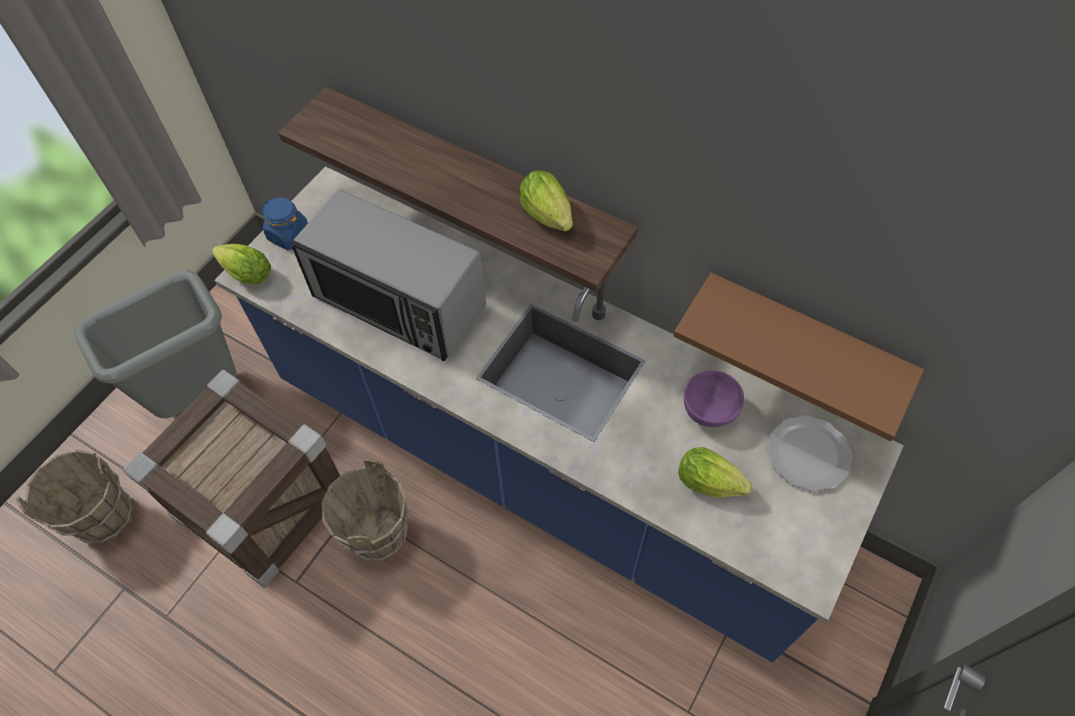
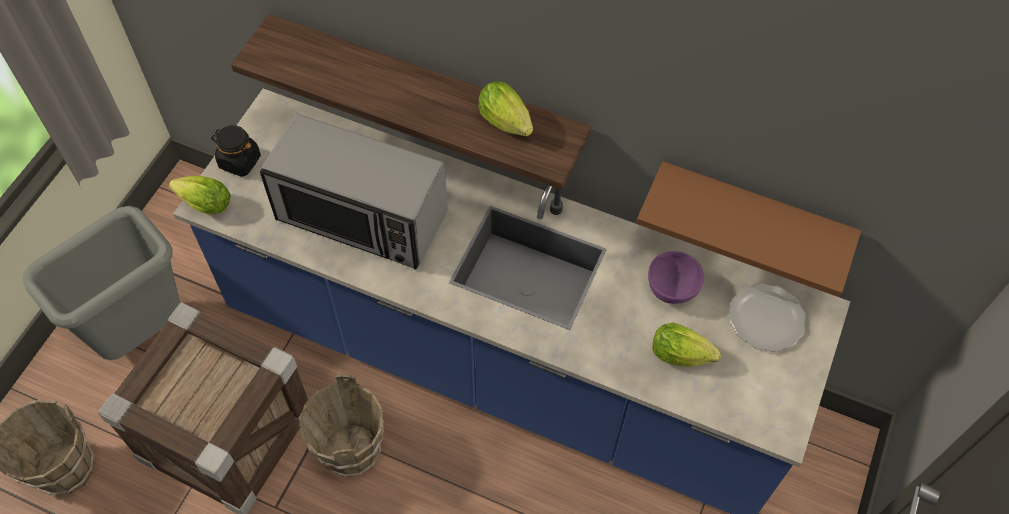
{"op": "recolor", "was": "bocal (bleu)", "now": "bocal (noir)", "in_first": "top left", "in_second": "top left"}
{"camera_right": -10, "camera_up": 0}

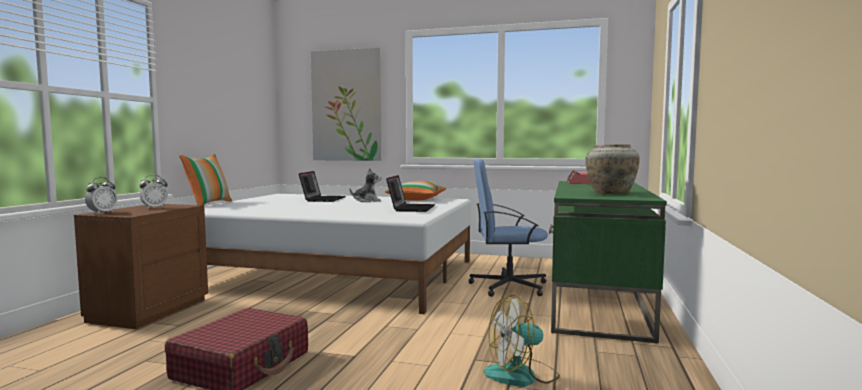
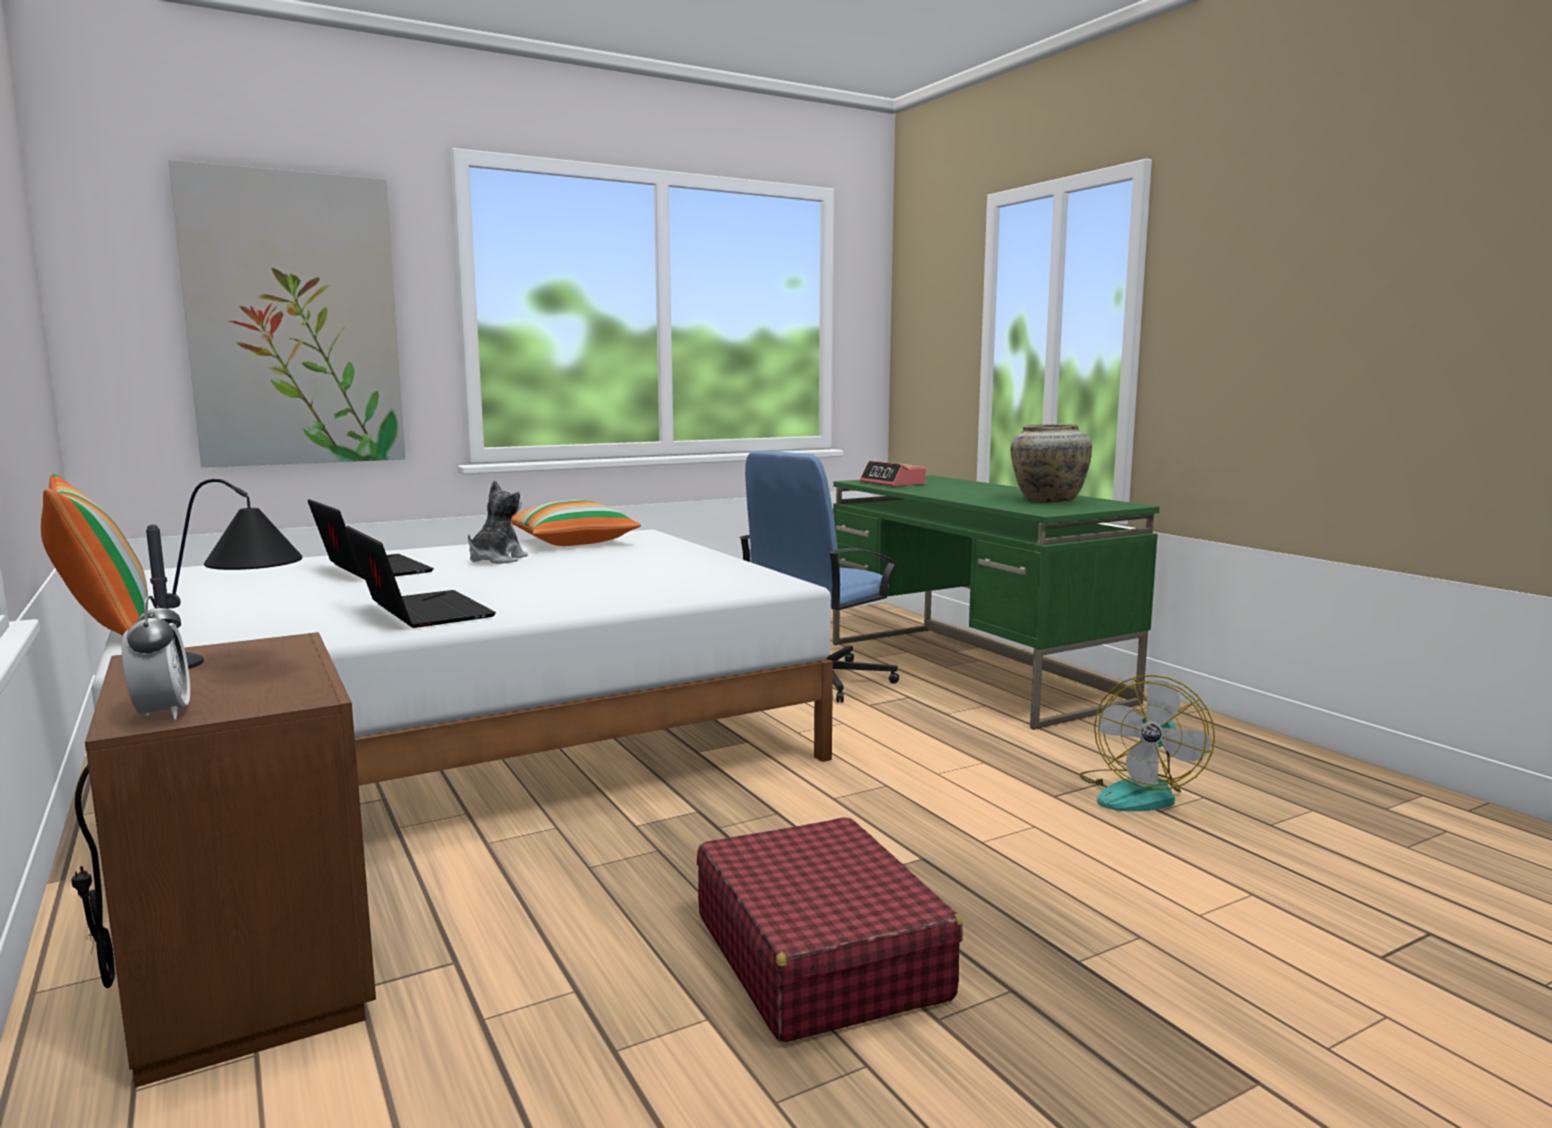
{"op": "replace", "was": "réveil (2nd from left)", "now": "lampe de table", "in_first": "middle left", "in_second": "middle left"}
{"op": "move", "was": "ordinateur portable (2nd from left)", "in_first": "centre", "in_second": "middle left"}
{"camera_right": -45, "camera_up": 5}

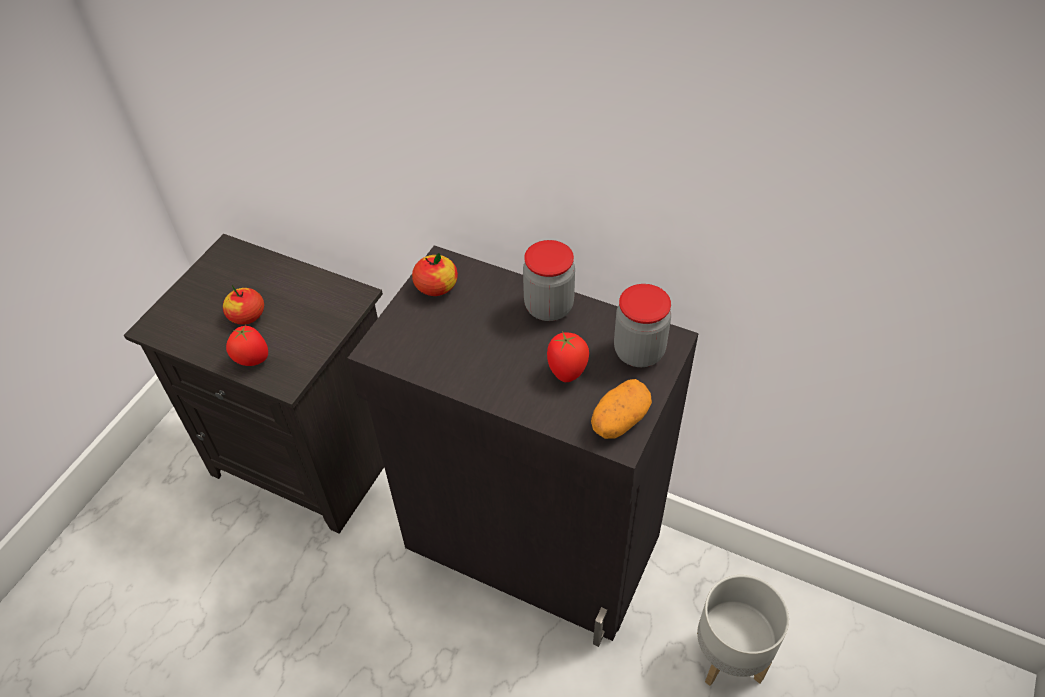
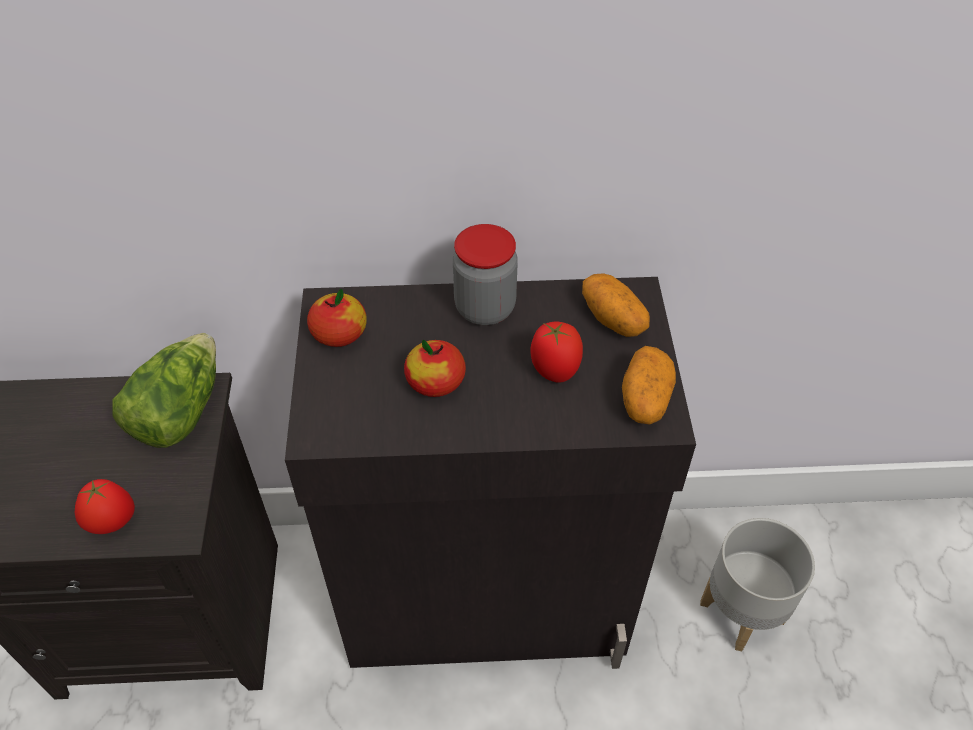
{"op": "replace", "was": "bocal (2nd from left)", "now": "pomme de terre (1st from left)", "in_first": "centre", "in_second": "centre"}
{"op": "move", "was": "pomme (1st from left in the first image)", "now": "pomme (2nd from left)", "in_first": "middle left", "in_second": "centre"}
{"op": "insert", "now": "laitue", "in_second": "middle left"}
{"camera_right": -30, "camera_up": 0}

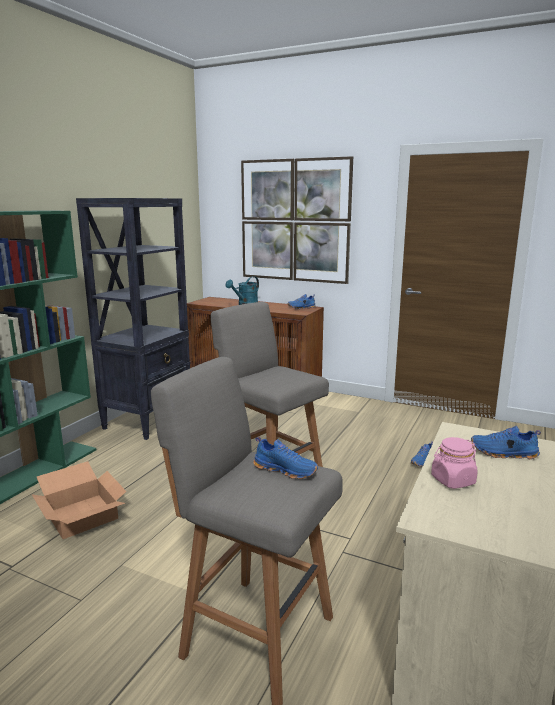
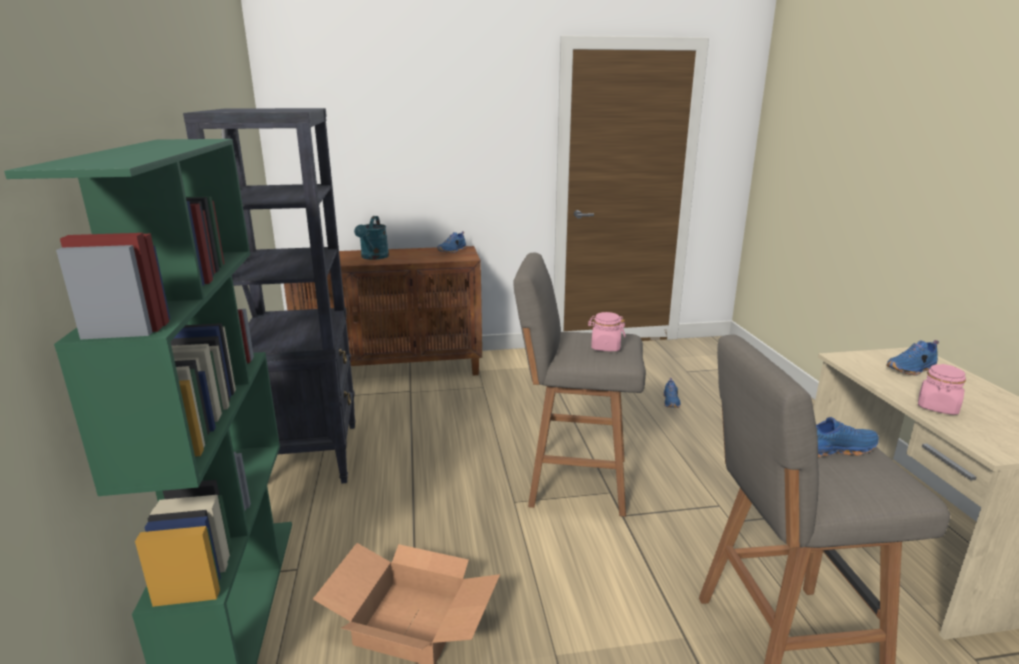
{"op": "delete", "was": "tableau", "in_first": "top centre"}
{"op": "insert", "now": "bocal (rose) (1st from left)", "in_second": "centre"}
{"camera_right": -35, "camera_up": 5}

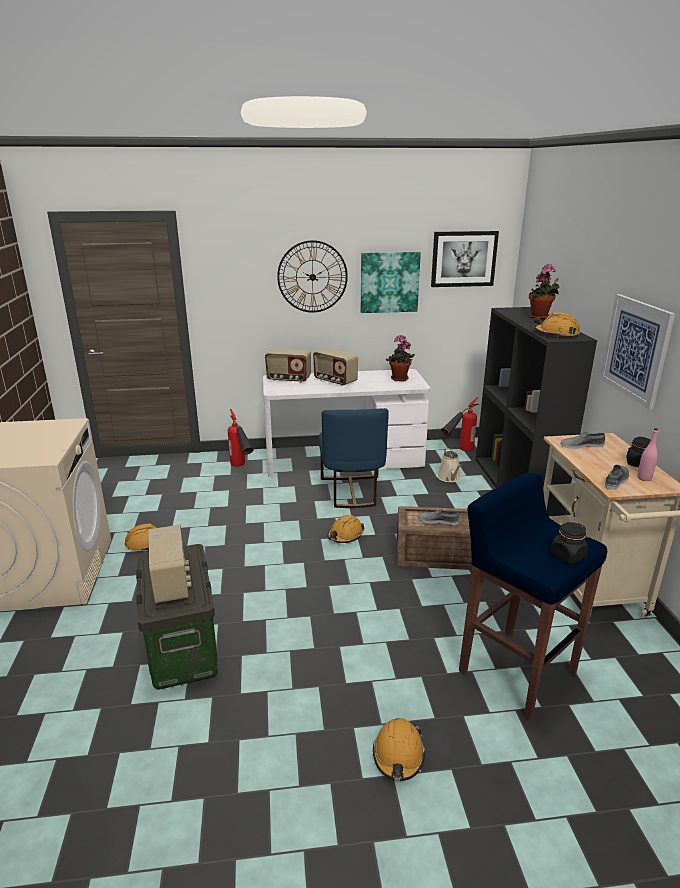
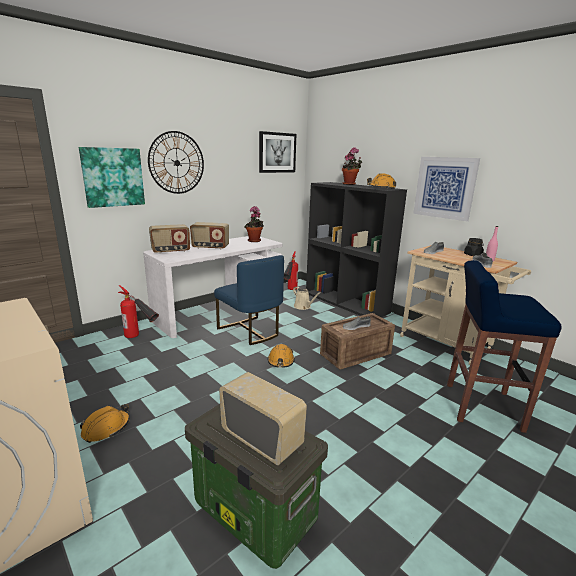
{"op": "move", "was": "tableau (1st from left)", "in_first": "top centre", "in_second": "top left"}
{"op": "delete", "was": "bocal (noir) (1st from left)", "in_first": "middle right"}
{"op": "delete", "was": "casque de chantier (orange) (3rd from left)", "in_first": "bottom centre"}
{"camera_right": -35, "camera_up": -5}

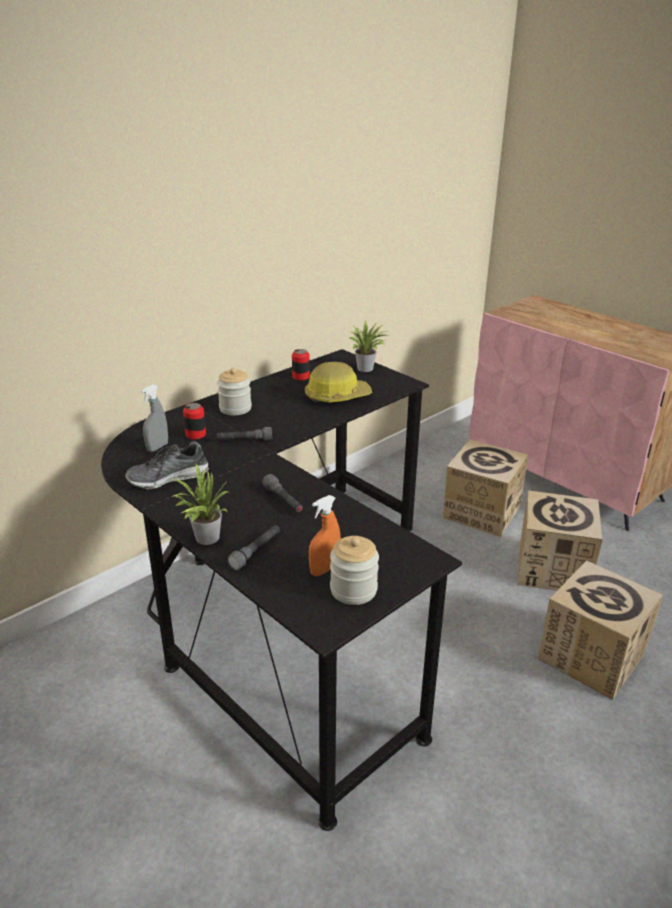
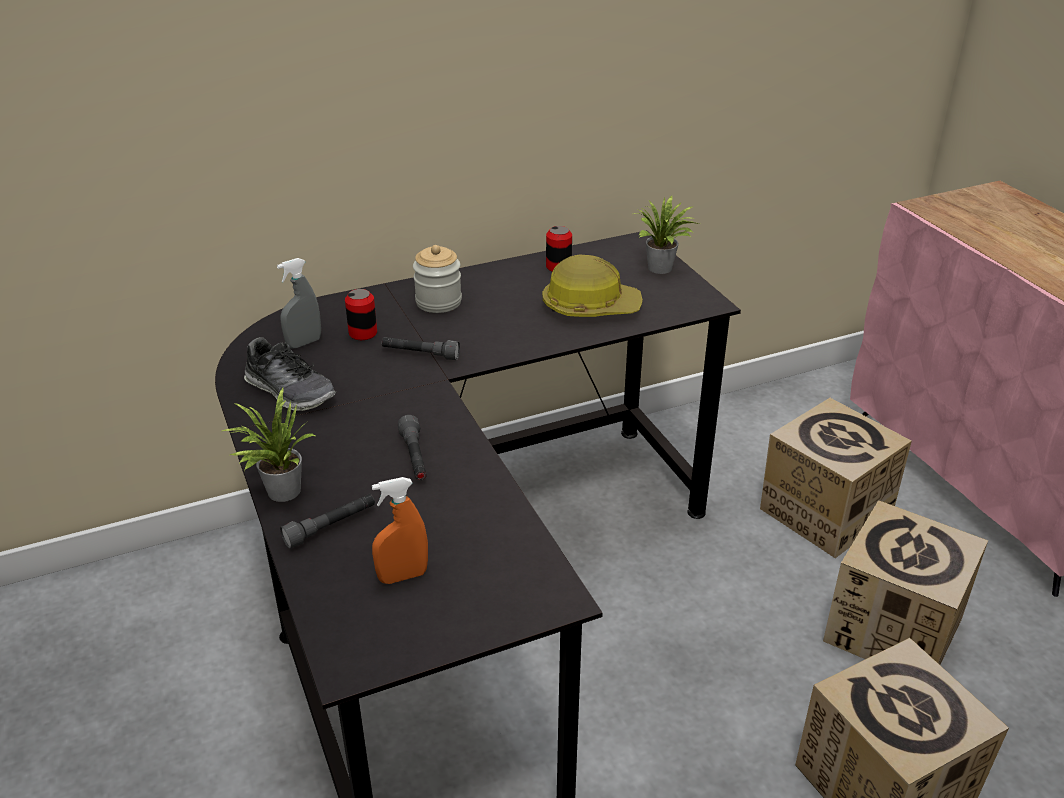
{"op": "rotate", "was": "chaussure", "in_first": "middle left", "in_second": "middle left", "clockwise": -135}
{"op": "delete", "was": "bocal (2nd from left)", "in_first": "centre"}
{"camera_right": 20, "camera_up": 5}

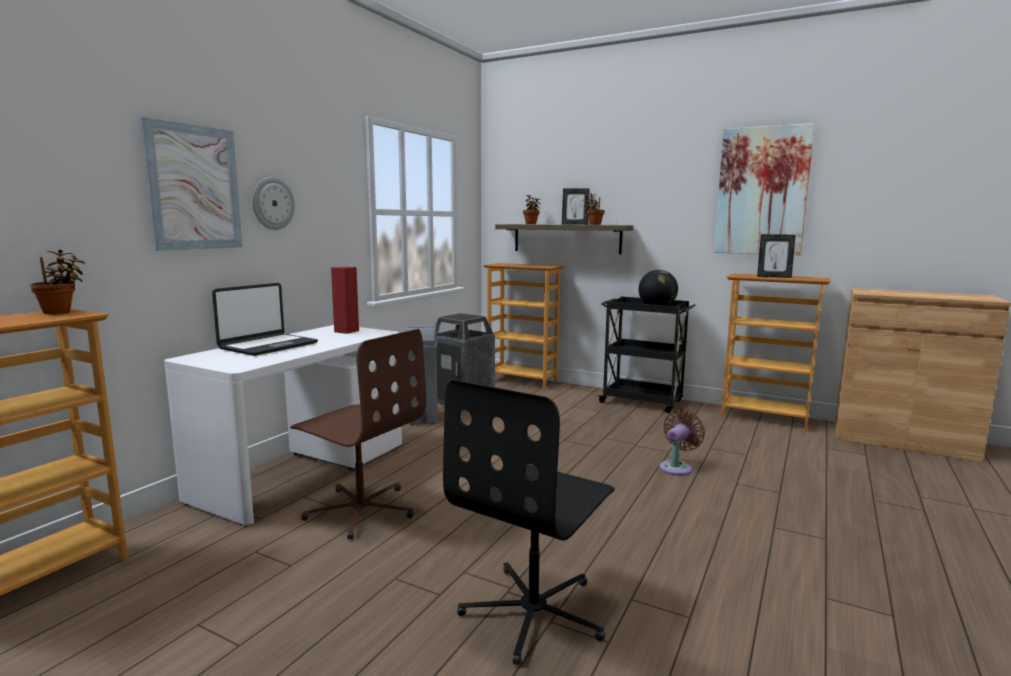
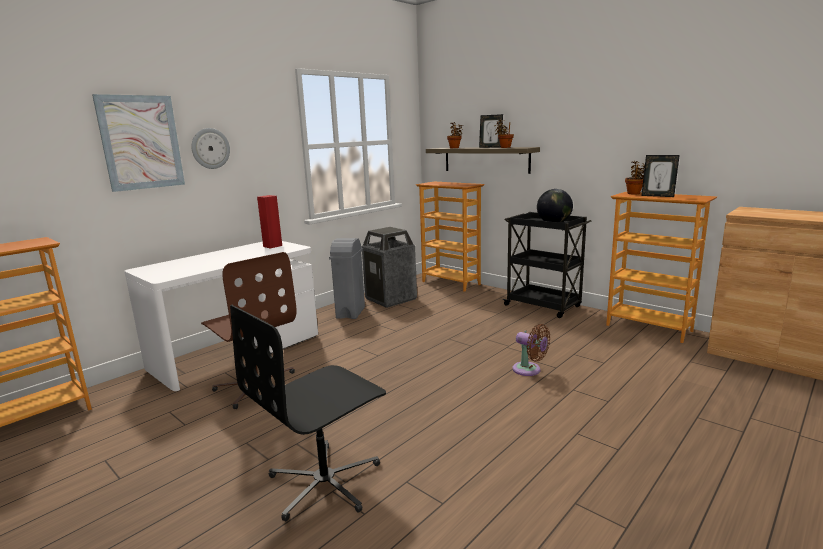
{"op": "delete", "was": "tableau (2nd from left)", "in_first": "top right"}
{"op": "move", "was": "plante en pot (1st from left in the first image)", "now": "plante en pot (3rd from left)", "in_first": "middle left", "in_second": "top right"}
{"op": "delete", "was": "ordinateur portable", "in_first": "middle left"}
{"op": "rotate", "was": "ventilateur (marron)", "in_first": "middle right", "in_second": "centre", "clockwise": 75}
{"camera_right": 15, "camera_up": 5}

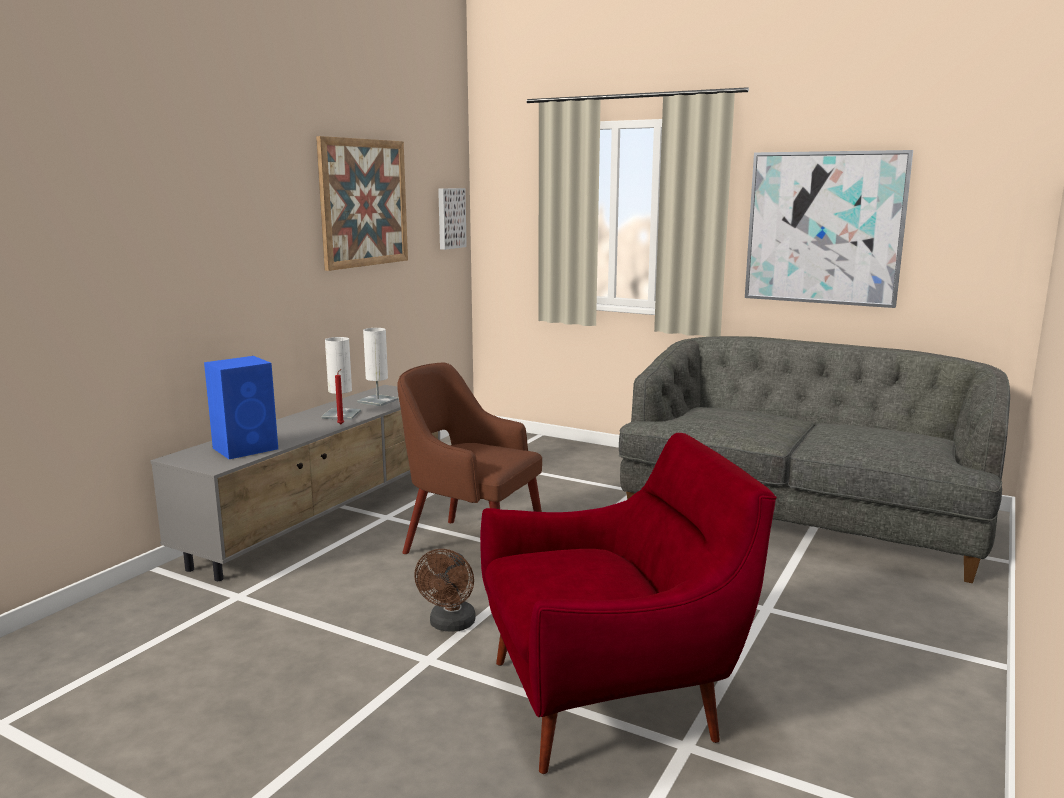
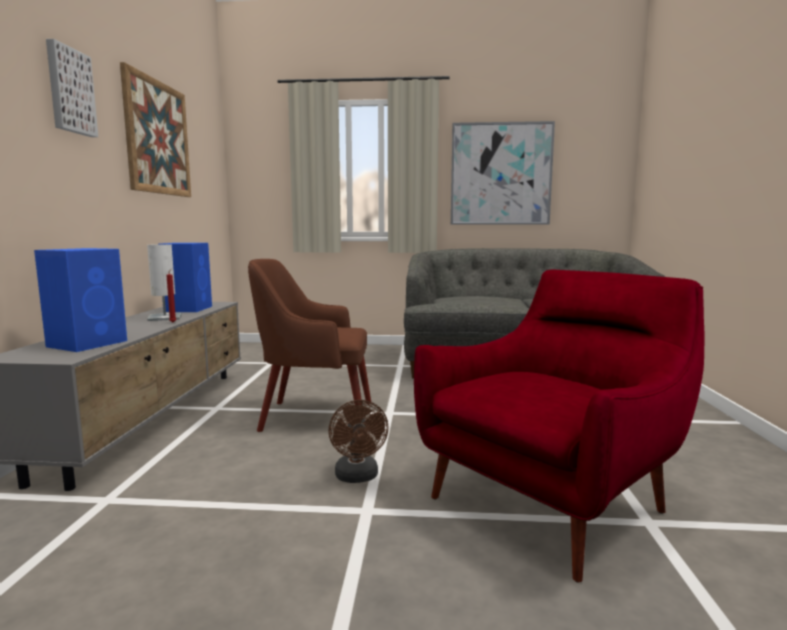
{"op": "move", "was": "tableau (2nd from left in the first image)", "now": "tableau (1st from left)", "in_first": "top centre", "in_second": "top left"}
{"op": "replace", "was": "lampe de table (blanc) (2nd from left)", "now": "enceinte (bleu) (2nd from left)", "in_first": "centre", "in_second": "middle left"}
{"camera_right": -25, "camera_up": -5}

